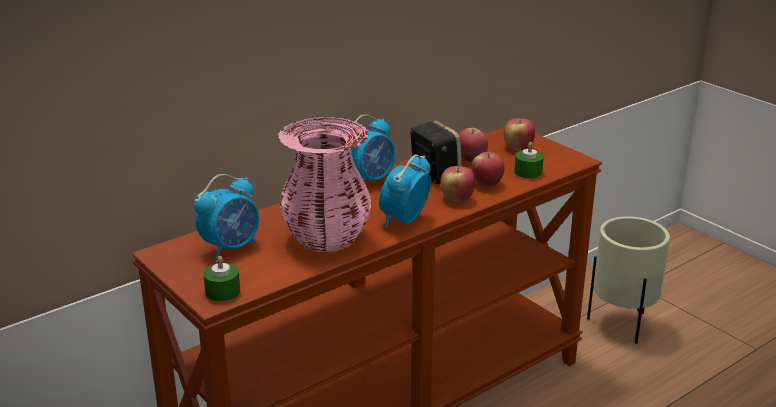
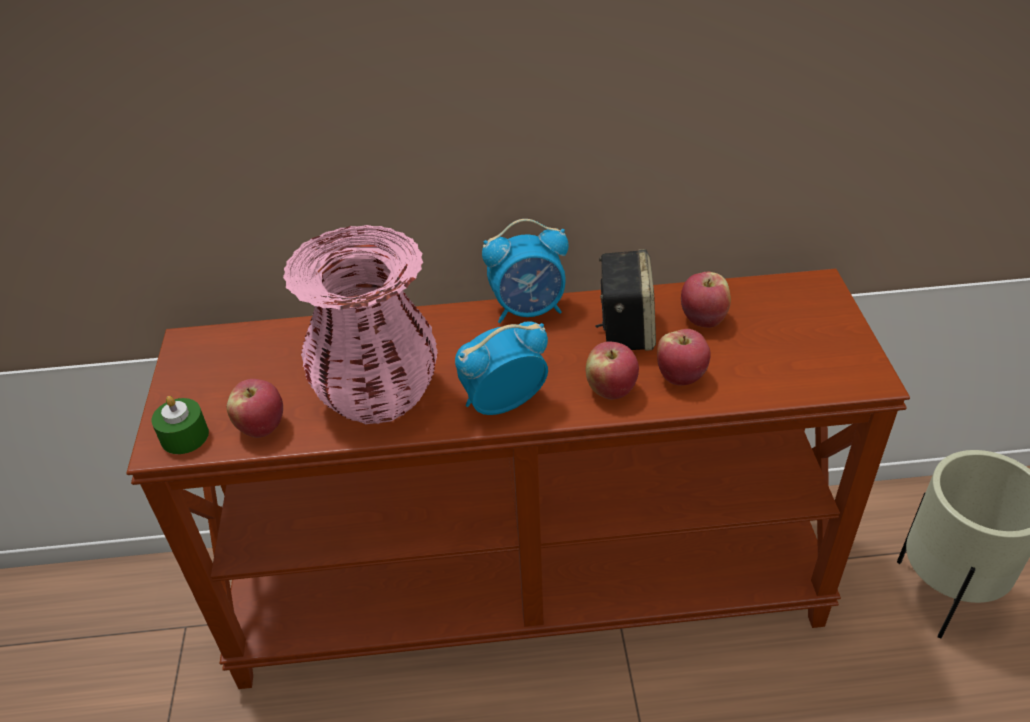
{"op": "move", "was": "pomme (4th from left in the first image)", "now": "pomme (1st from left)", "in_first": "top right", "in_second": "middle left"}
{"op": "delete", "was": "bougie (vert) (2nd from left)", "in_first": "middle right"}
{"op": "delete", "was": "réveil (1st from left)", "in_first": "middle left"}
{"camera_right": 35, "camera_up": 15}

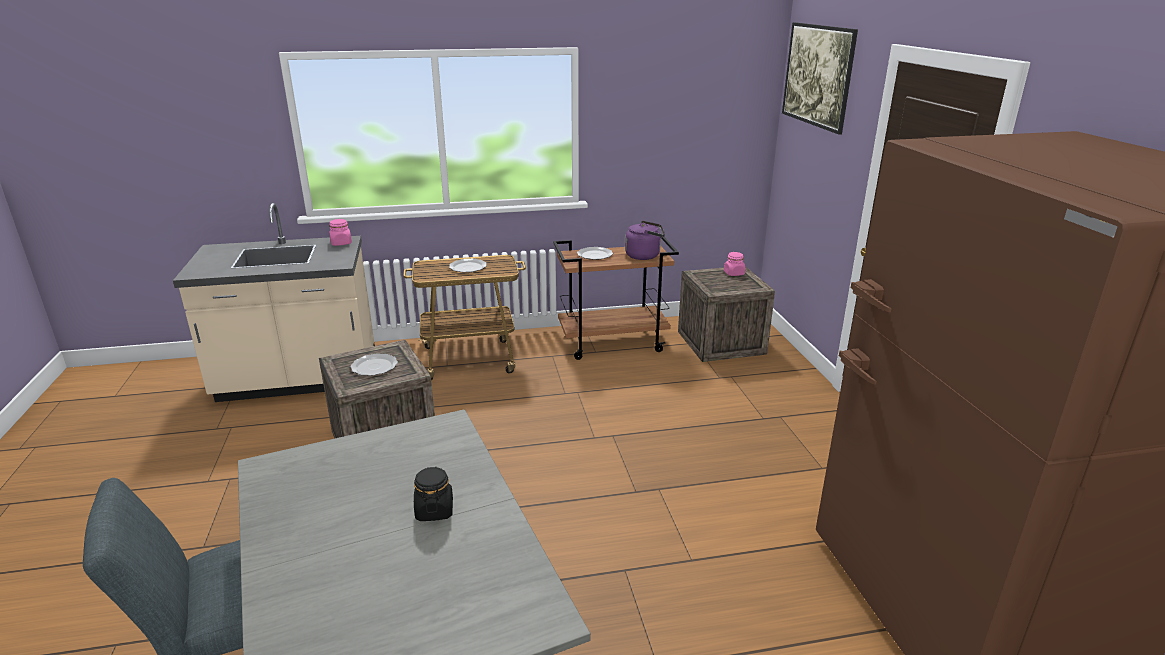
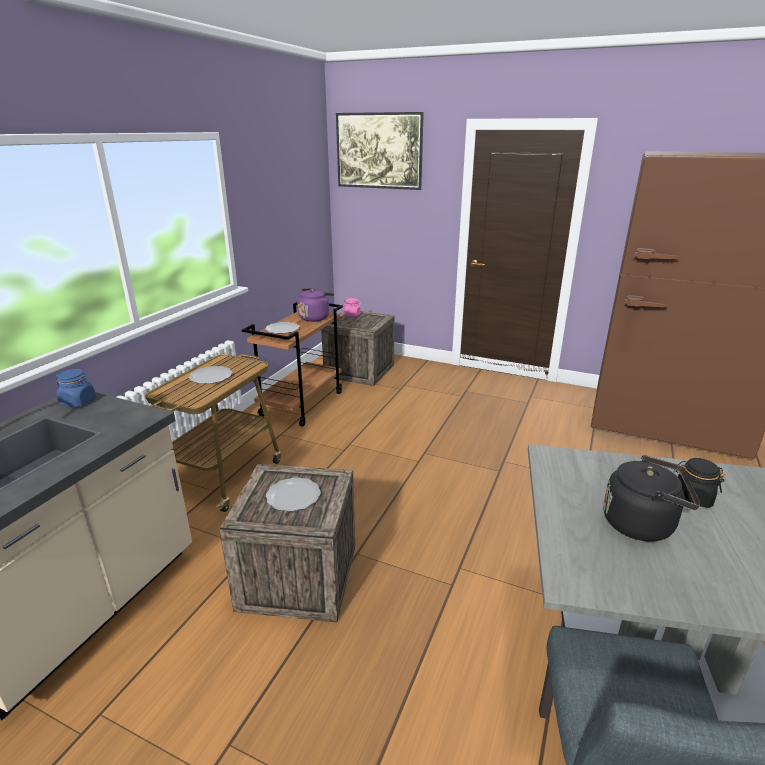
{"op": "recolor", "was": "bocal (rose) (1st from left)", "now": "bocal (bleu)", "in_first": "middle left", "in_second": "middle left"}
{"op": "insert", "now": "bouilloire (noir)", "in_second": "middle right"}
{"camera_right": -55, "camera_up": 0}

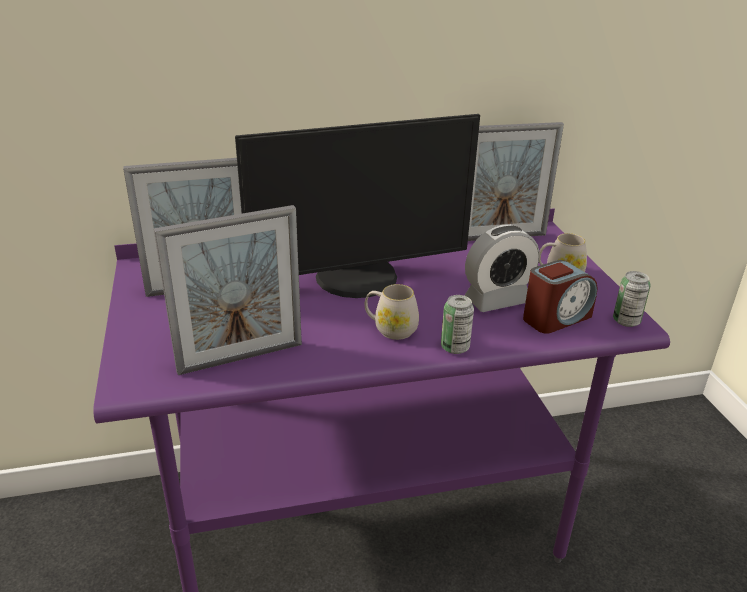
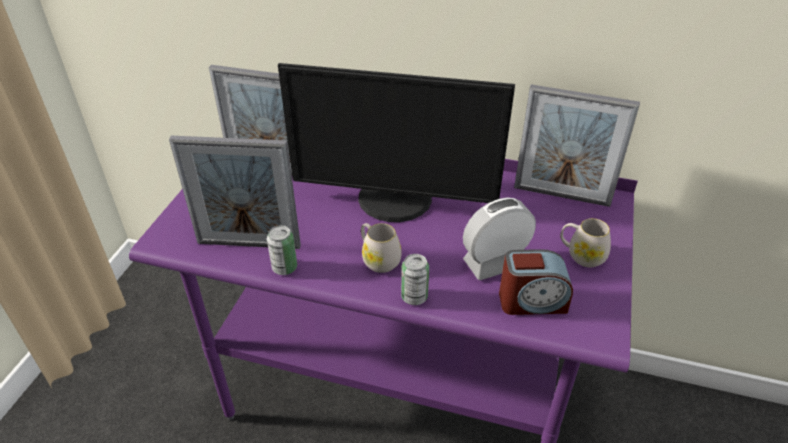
{"op": "rotate", "was": "réveil (1st from left)", "in_first": "middle right", "in_second": "centre", "clockwise": 150}
{"op": "move", "was": "boîte métallique (2nd from left in the first image)", "now": "boîte métallique (1st from left)", "in_first": "middle right", "in_second": "centre"}
{"camera_right": 30, "camera_up": 10}

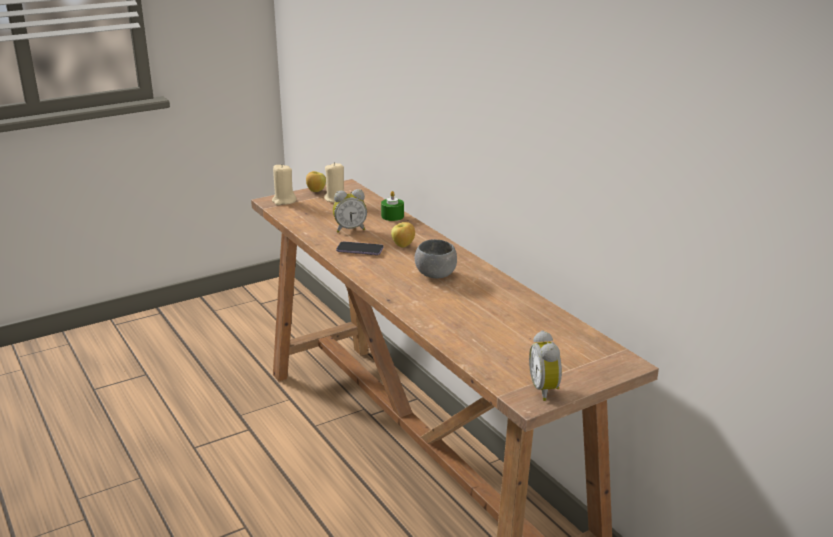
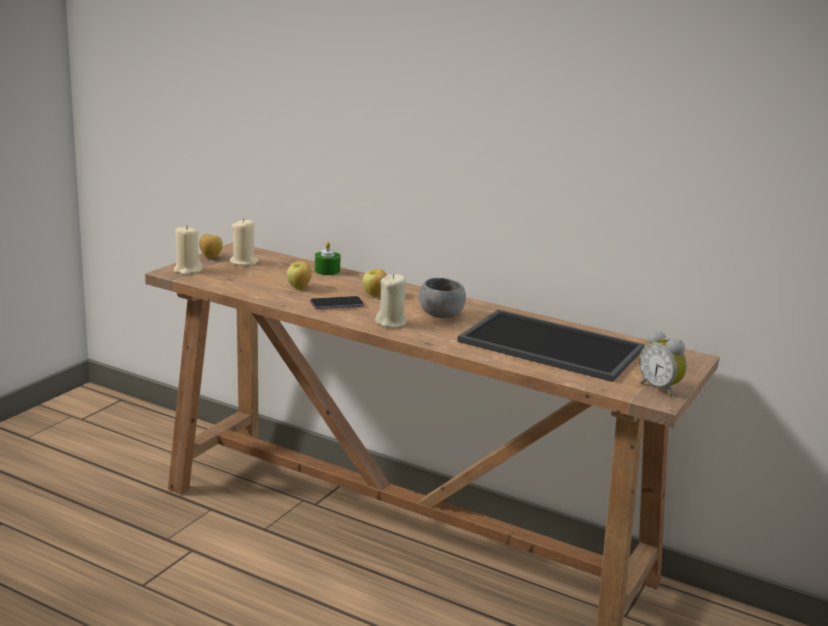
{"op": "replace", "was": "réveil (1st from left)", "now": "pomme (2nd from left)", "in_first": "centre", "in_second": "centre"}
{"op": "insert", "now": "bougie (beige) (3rd from left)", "in_second": "centre"}
{"op": "insert", "now": "plateau", "in_second": "centre"}
{"camera_right": -30, "camera_up": -5}

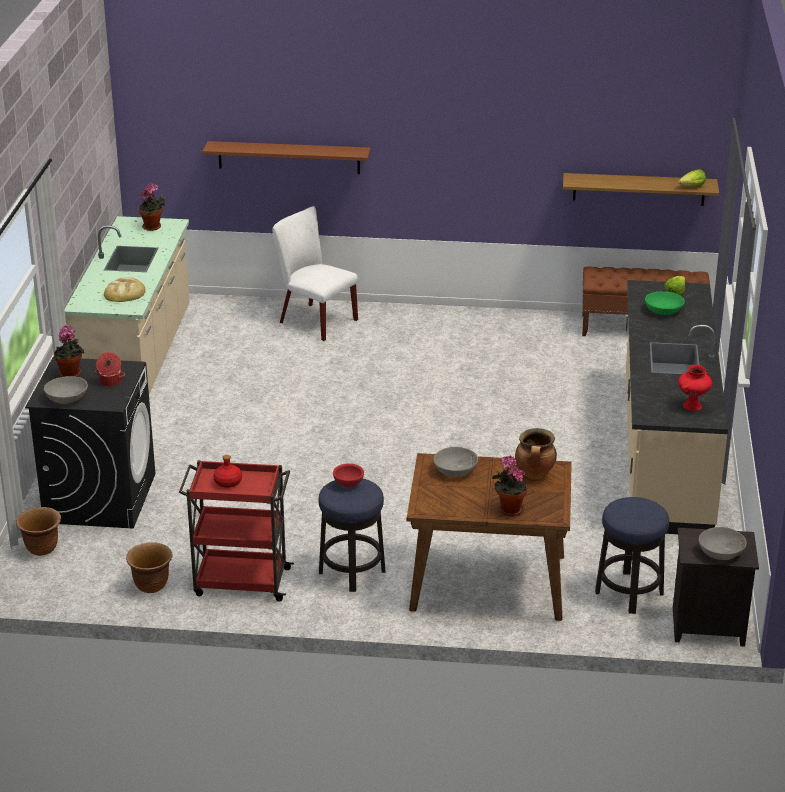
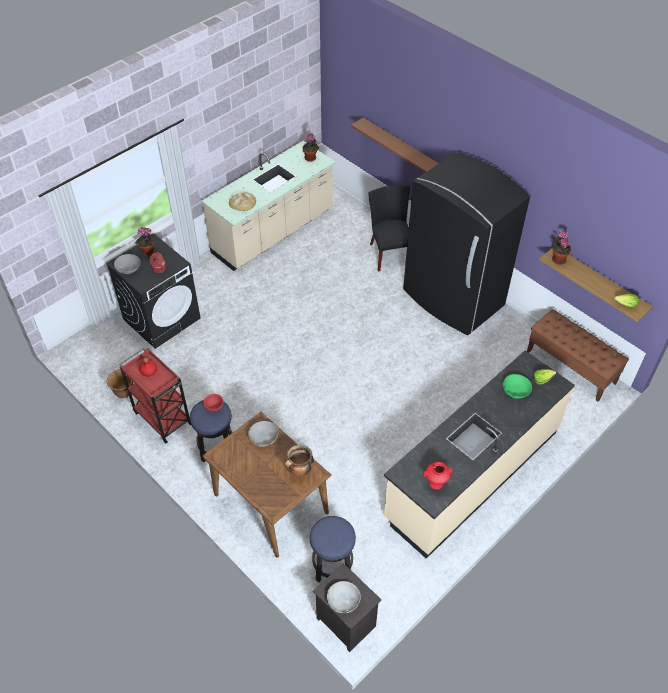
{"op": "recolor", "was": "chaise (blanc)", "now": "chaise (noir)", "in_first": "centre", "in_second": "top centre"}
{"op": "move", "was": "plante en pot (3rd from left)", "in_first": "centre", "in_second": "middle right"}
{"op": "delete", "was": "cache-pot (marron) (1st from left)", "in_first": "bottom left"}
{"op": "insert", "now": "réfrigérateur (noir)", "in_second": "middle right"}
{"camera_right": 40, "camera_up": 20}

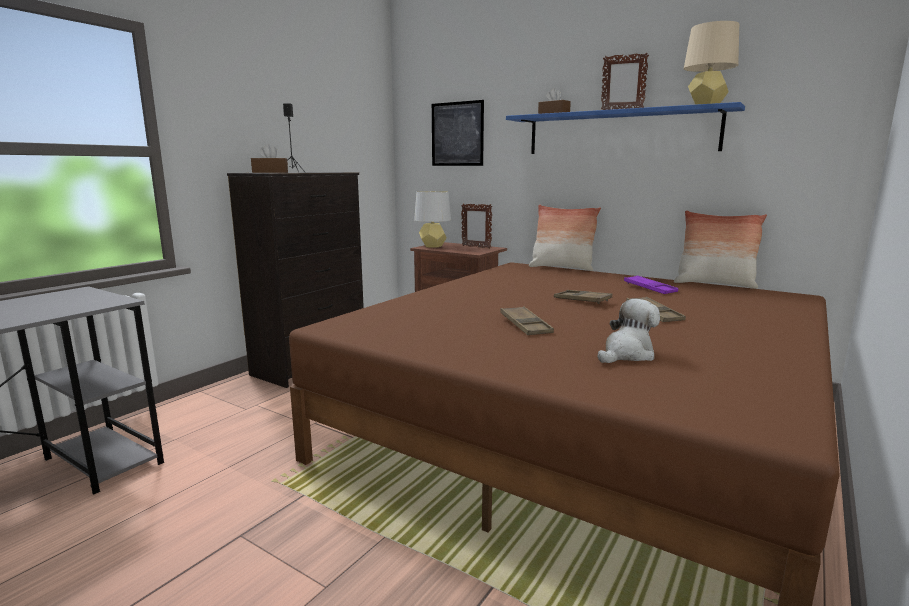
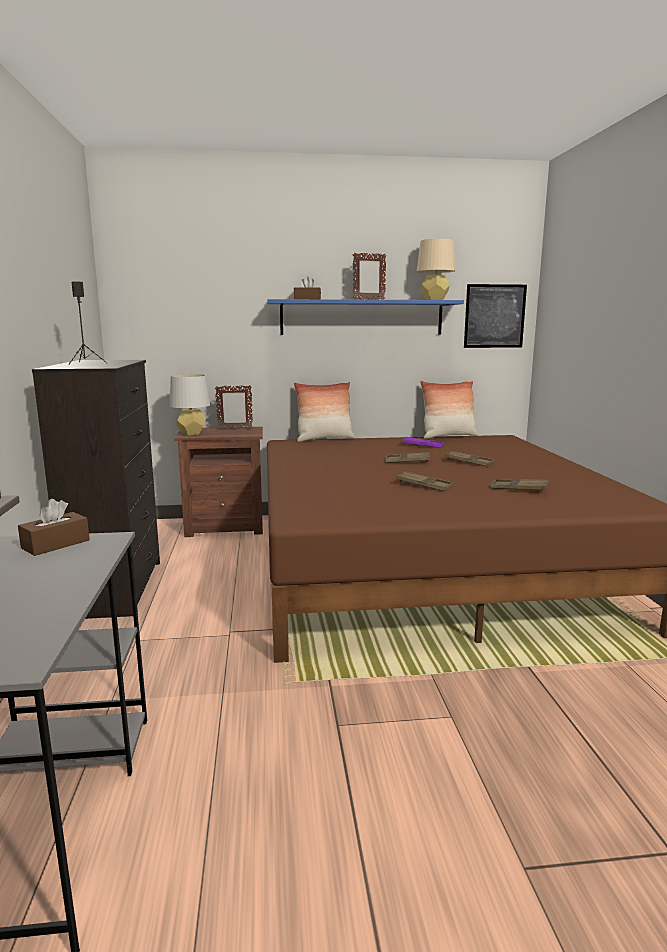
{"op": "move", "was": "tableau", "in_first": "top centre", "in_second": "top right"}
{"op": "move", "was": "boîte à mouchoirs (marron) (1st from left)", "in_first": "top left", "in_second": "middle left"}
{"op": "replace", "was": "peluche", "now": "plateau (marron) (4th from left)", "in_first": "middle right", "in_second": "middle right"}
{"camera_right": -40, "camera_up": 0}

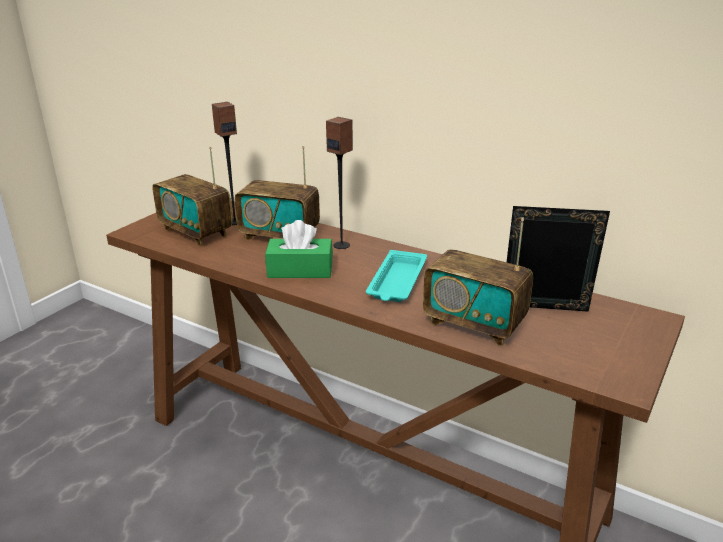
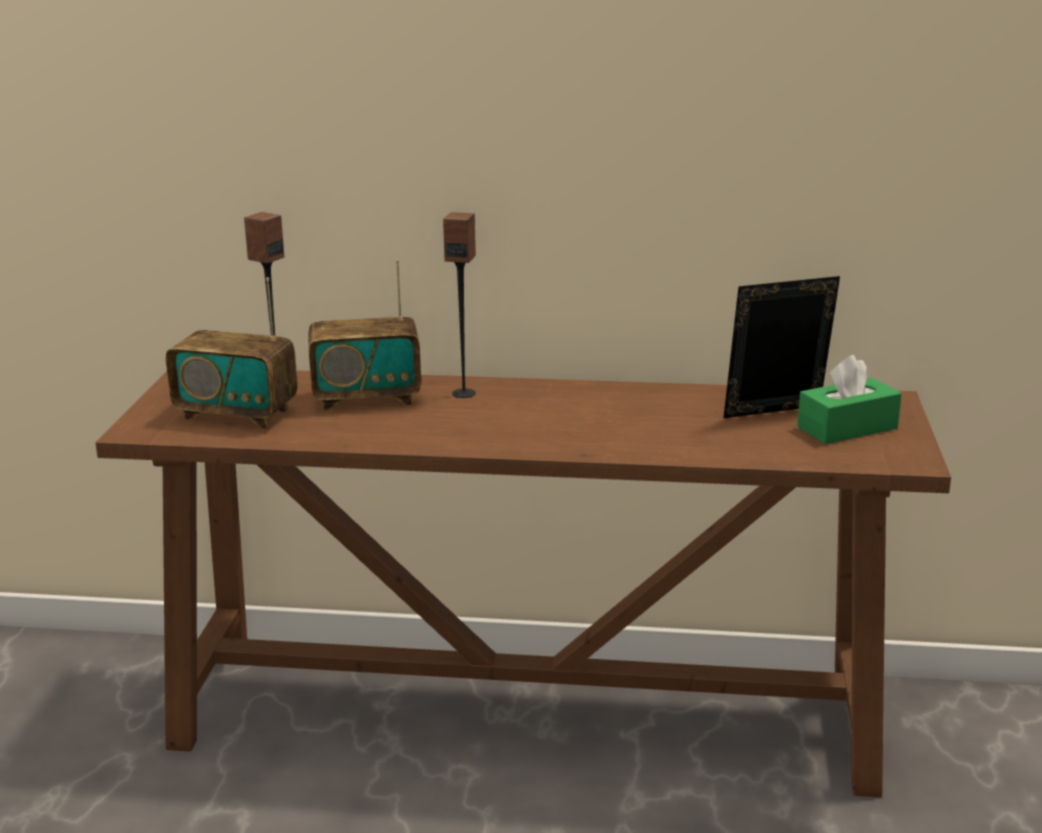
{"op": "delete", "was": "radio (3rd from left)", "in_first": "centre"}
{"op": "move", "was": "boîte à mouchoirs (vert)", "in_first": "centre", "in_second": "middle right"}
{"op": "delete", "was": "plateau (turquoise)", "in_first": "centre"}
{"camera_right": -25, "camera_up": -5}

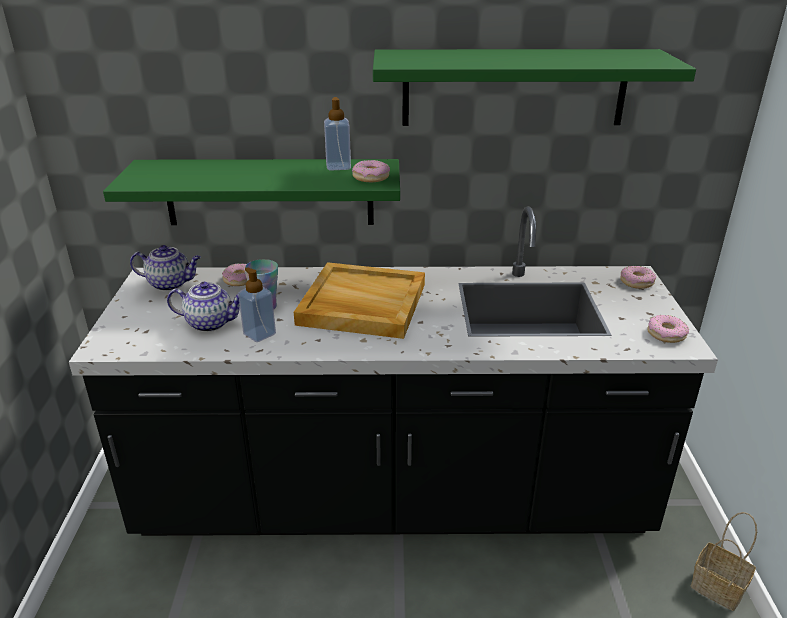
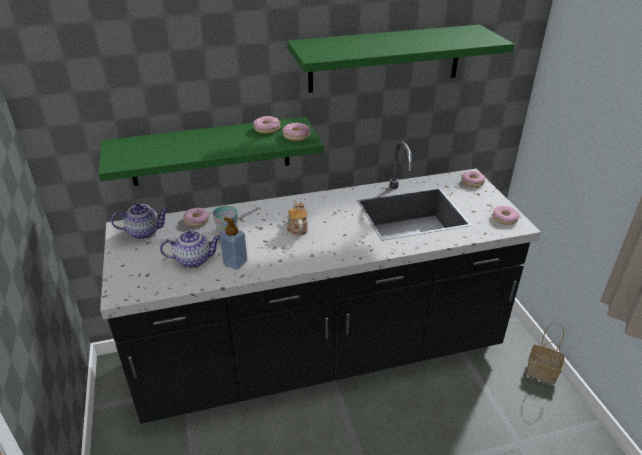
{"op": "replace", "was": "distributeur de savon (2nd from left)", "now": "beignet (2nd from left)", "in_first": "top centre", "in_second": "top centre"}
{"op": "replace", "was": "plateau (beige)", "now": "théière (3rd from left)", "in_first": "centre", "in_second": "centre"}
{"camera_right": -15, "camera_up": 5}

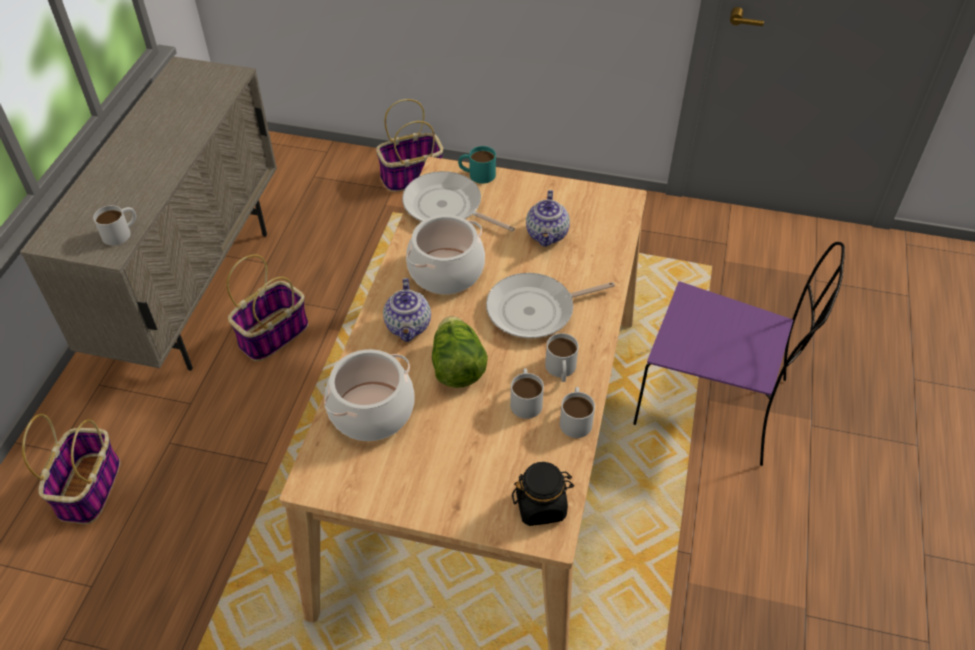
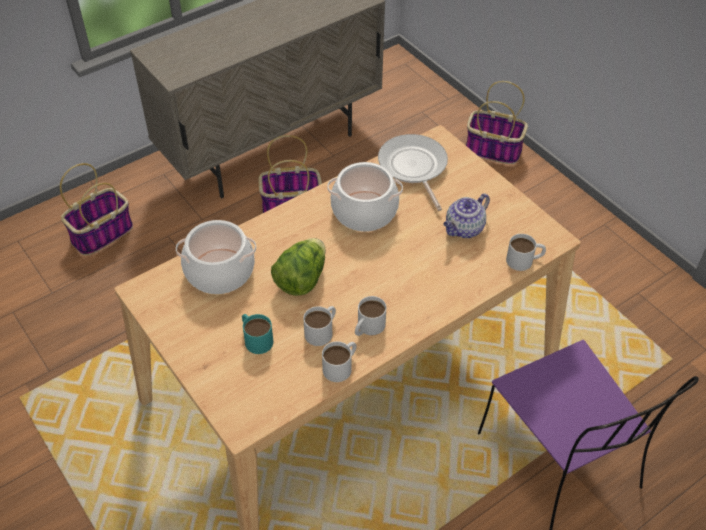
{"op": "move", "was": "mug (turquoise)", "in_first": "top centre", "in_second": "centre"}
{"op": "move", "was": "mug (blanc) (1st from left in the first image)", "now": "mug (blanc) (4th from left)", "in_first": "middle left", "in_second": "middle right"}
{"op": "delete", "was": "poêle (2nd from left)", "in_first": "centre"}
{"op": "delete", "was": "théière (1st from left)", "in_first": "centre"}
{"op": "delete", "was": "bocal (noir)", "in_first": "bottom centre"}
{"camera_right": 40, "camera_up": 0}

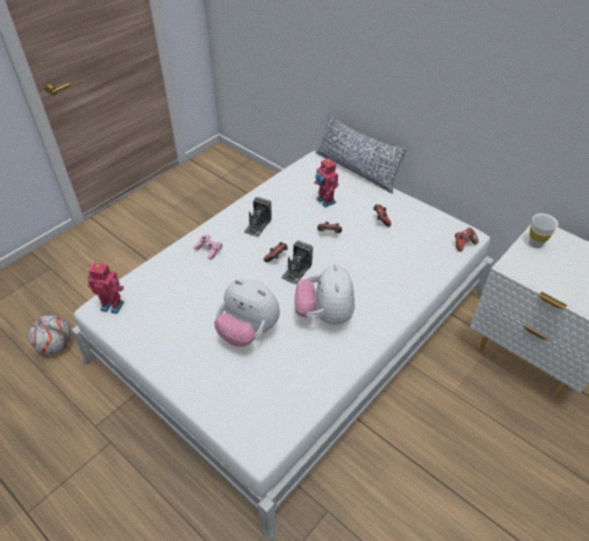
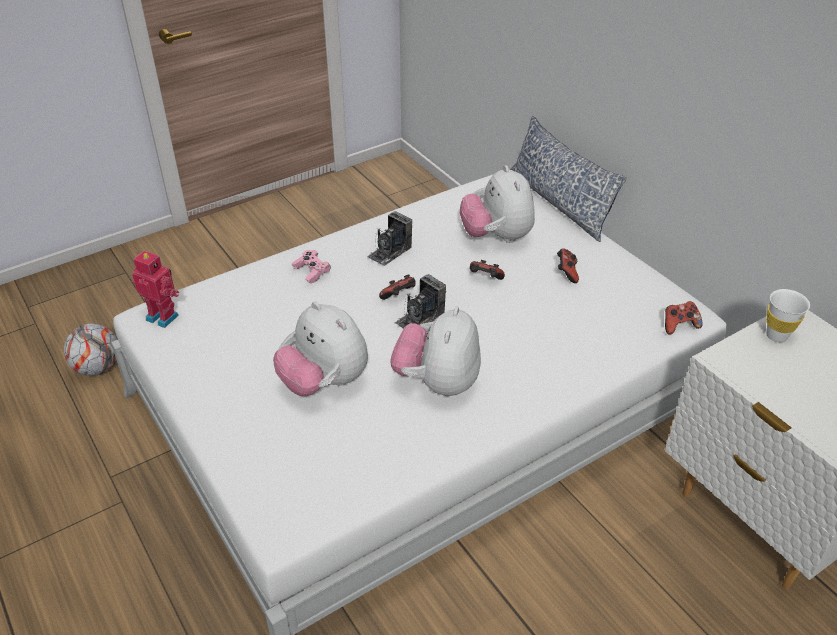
{"op": "replace", "was": "robot jouet (2nd from left)", "now": "peluche (3rd from left)", "in_first": "centre", "in_second": "top centre"}
{"camera_right": 15, "camera_up": -5}

